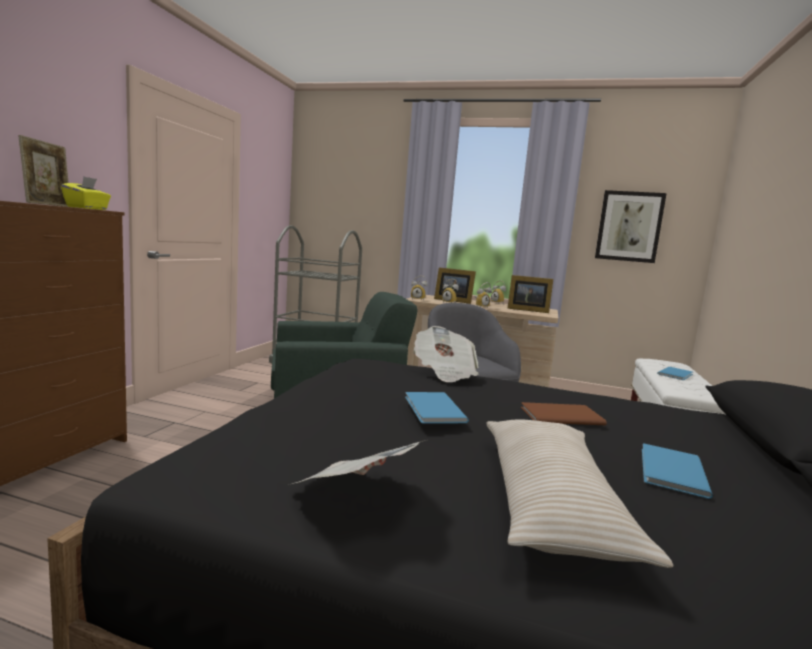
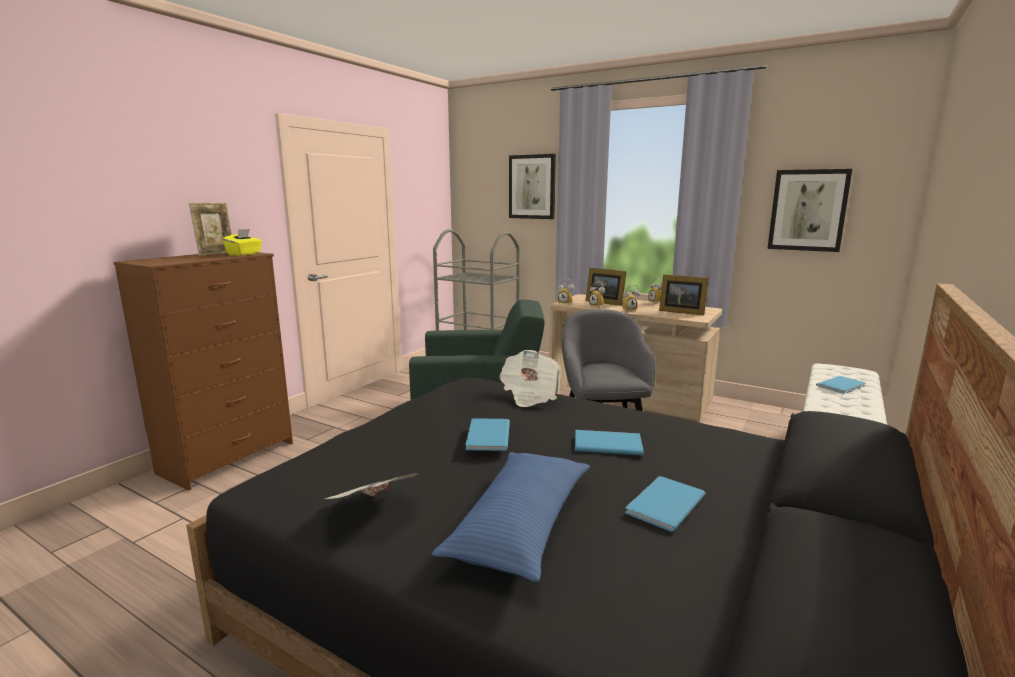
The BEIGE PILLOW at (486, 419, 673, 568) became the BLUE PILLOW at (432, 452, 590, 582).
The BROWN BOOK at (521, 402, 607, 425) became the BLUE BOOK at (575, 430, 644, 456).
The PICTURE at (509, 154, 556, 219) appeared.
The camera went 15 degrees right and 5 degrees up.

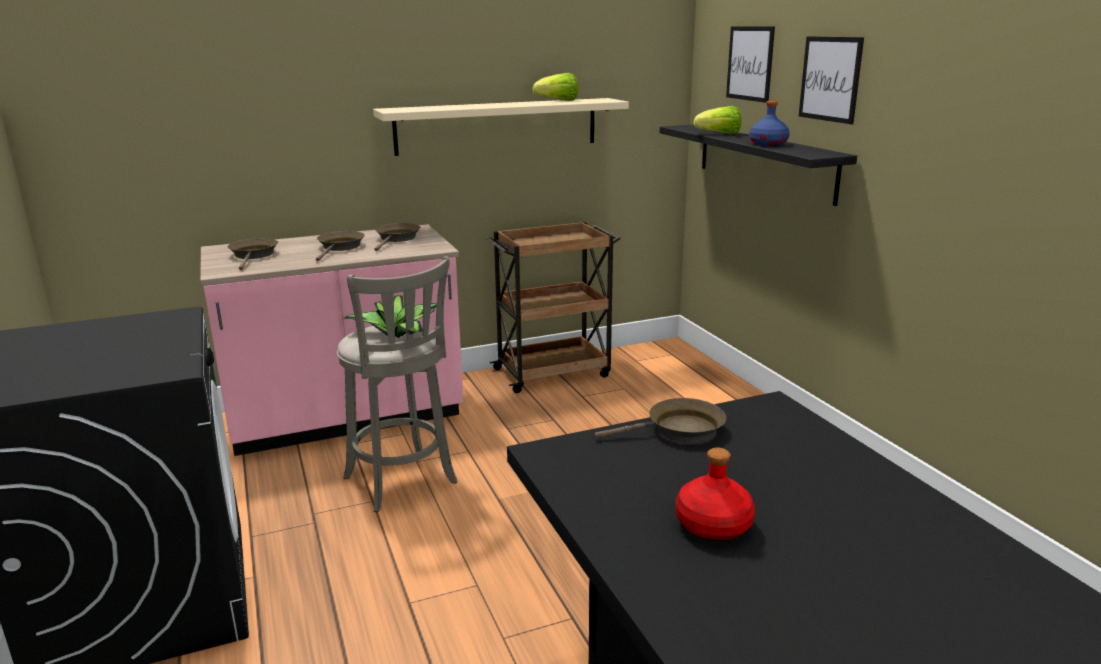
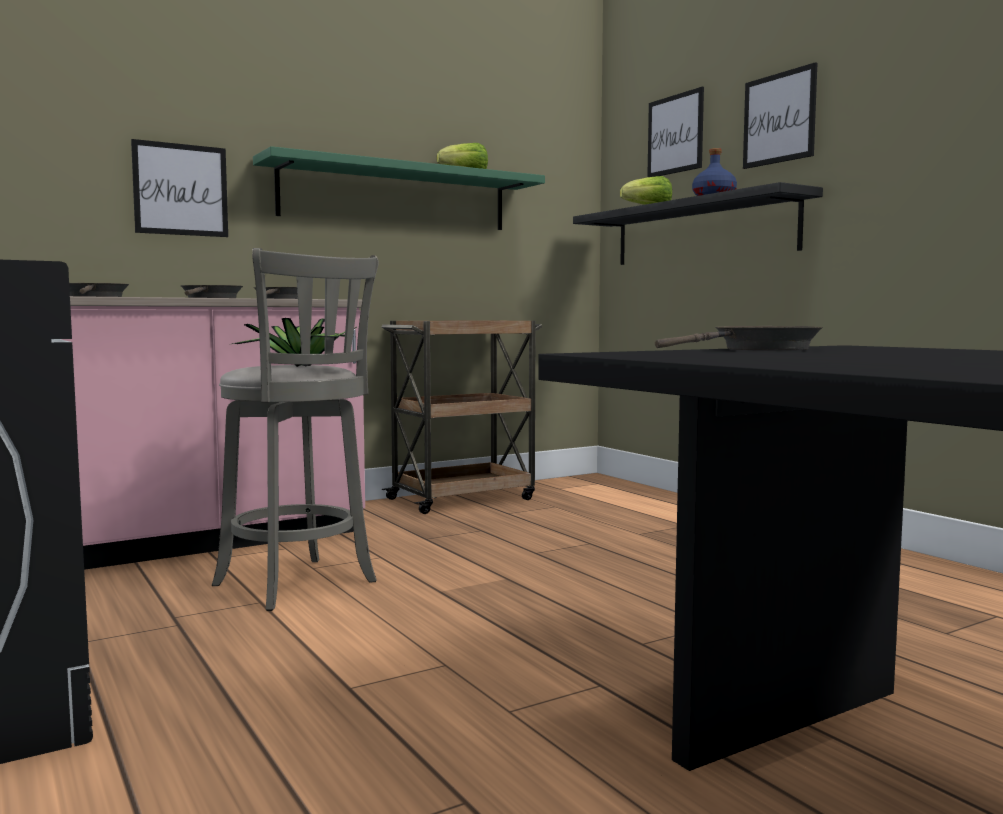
The BEIGE SHELF at (373, 98, 629, 156) became the GREEN SHELF at (253, 146, 545, 230).
The RED BOTTLE at (676, 448, 755, 541) disappeared.
The PICTURE at (131, 139, 228, 237) appeared.
The camera went 10 degrees left and 15 degrees down.

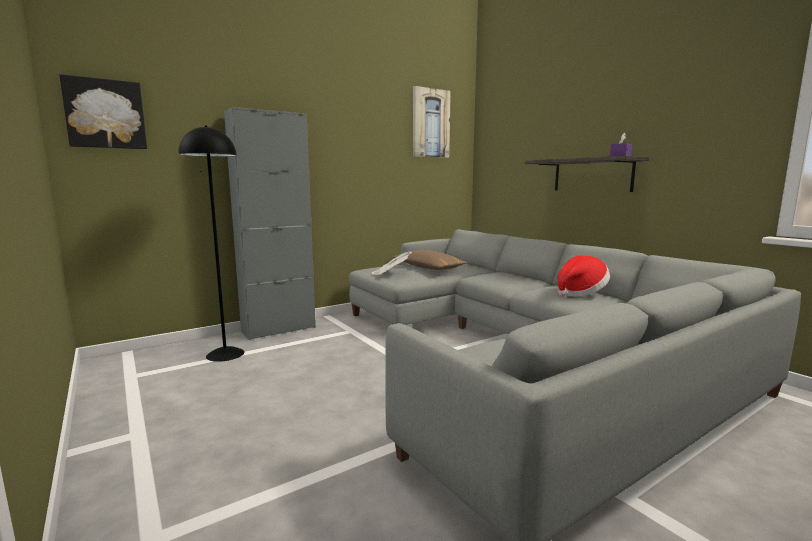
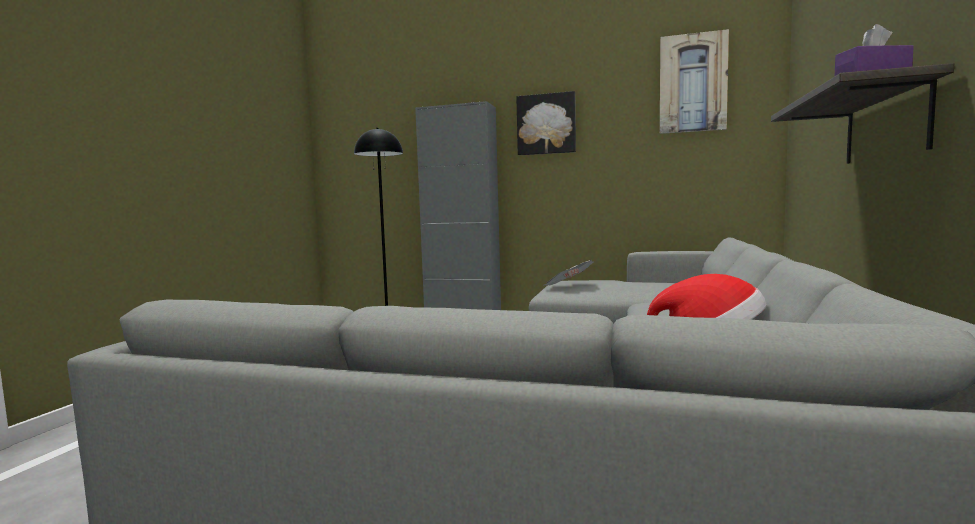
The PICTURE moved from (59, 74, 147, 149) to (516, 91, 576, 155).
The BROWN PILLOW at (392, 250, 467, 270) disappeared.
The camera went 50 degrees right and 5 degrees down.

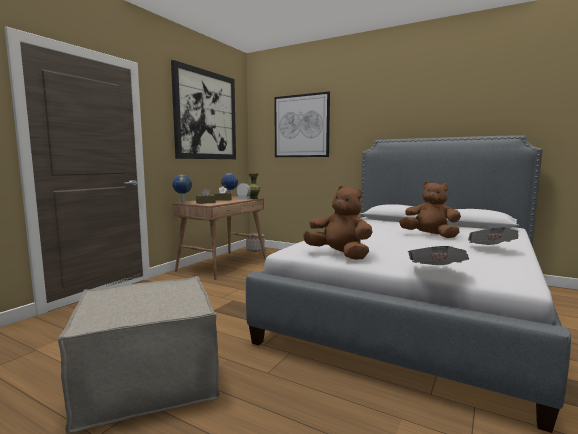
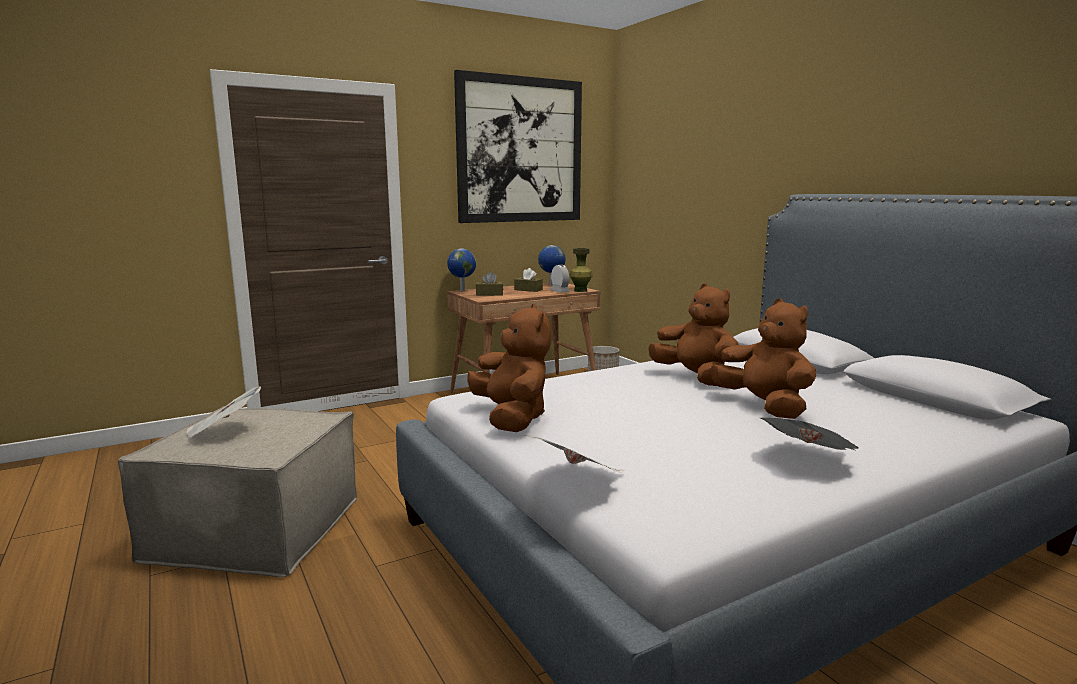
The PICTURE at (274, 92, 330, 157) disappeared.
The NEWSPAPER at (187, 386, 261, 439) appeared.
The BROWN PLUSH TOY at (648, 283, 739, 386) appeared.
The camera went 30 degrees right and 5 degrees up.

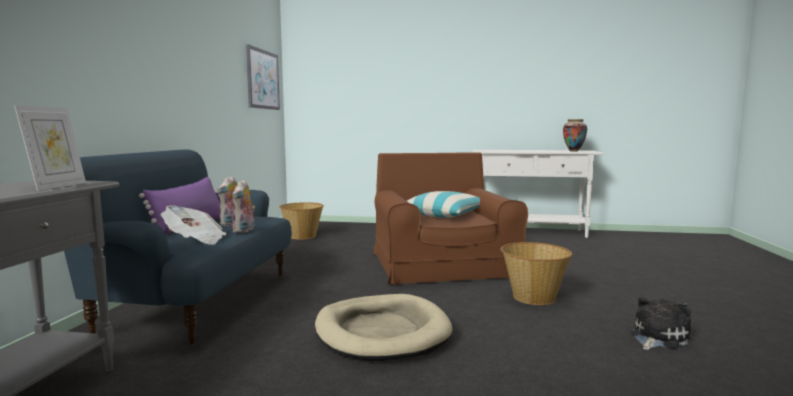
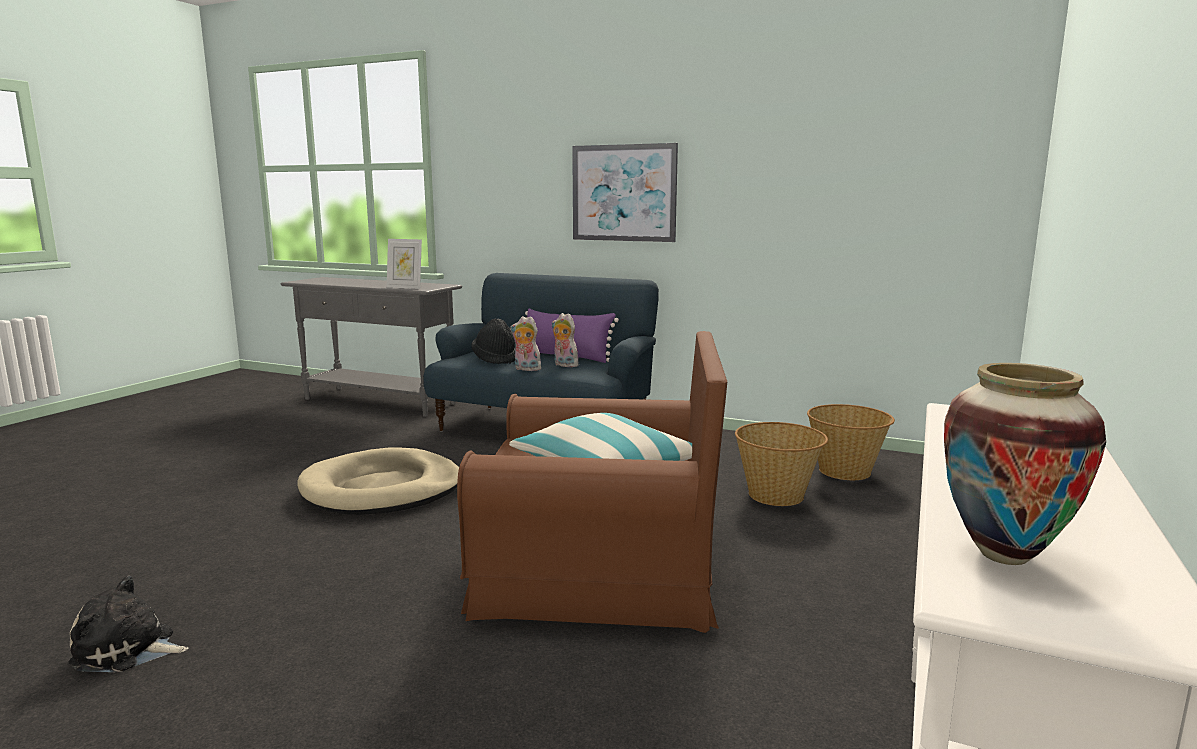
The NEWSPAPER at (161, 205, 226, 245) was replaced by the BLACK HAT at (471, 319, 515, 364).
The PICTURE moved from (246, 44, 280, 110) to (572, 143, 678, 242).
The BASKET moved from (500, 242, 572, 305) to (735, 422, 828, 506).
The PLUSH TOY at (630, 297, 691, 350) turned 120 degrees clockwise.
The camera went 105 degrees right and 5 degrees up.

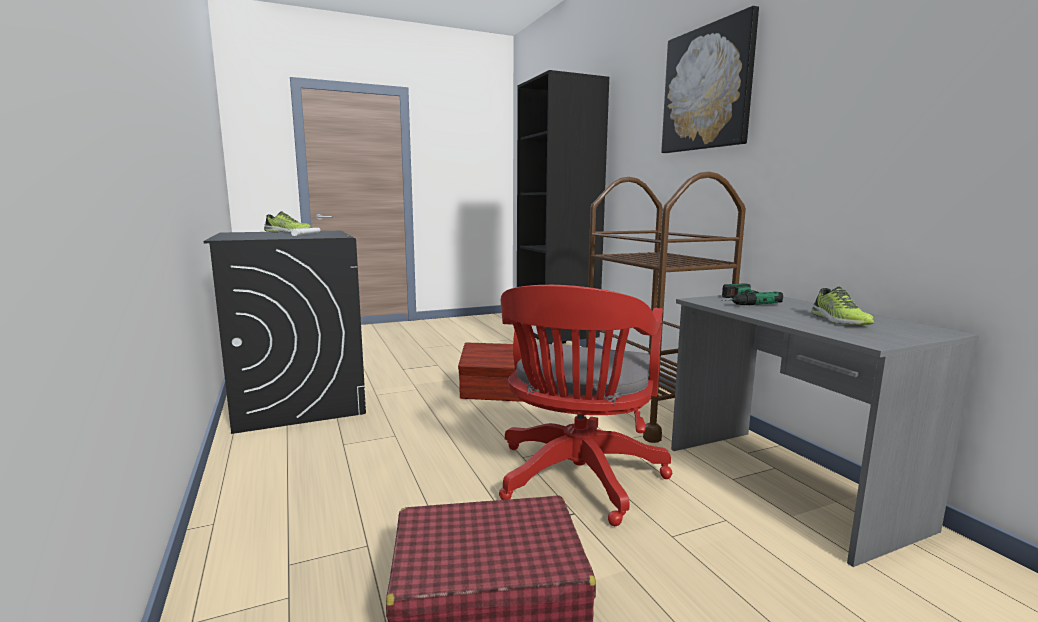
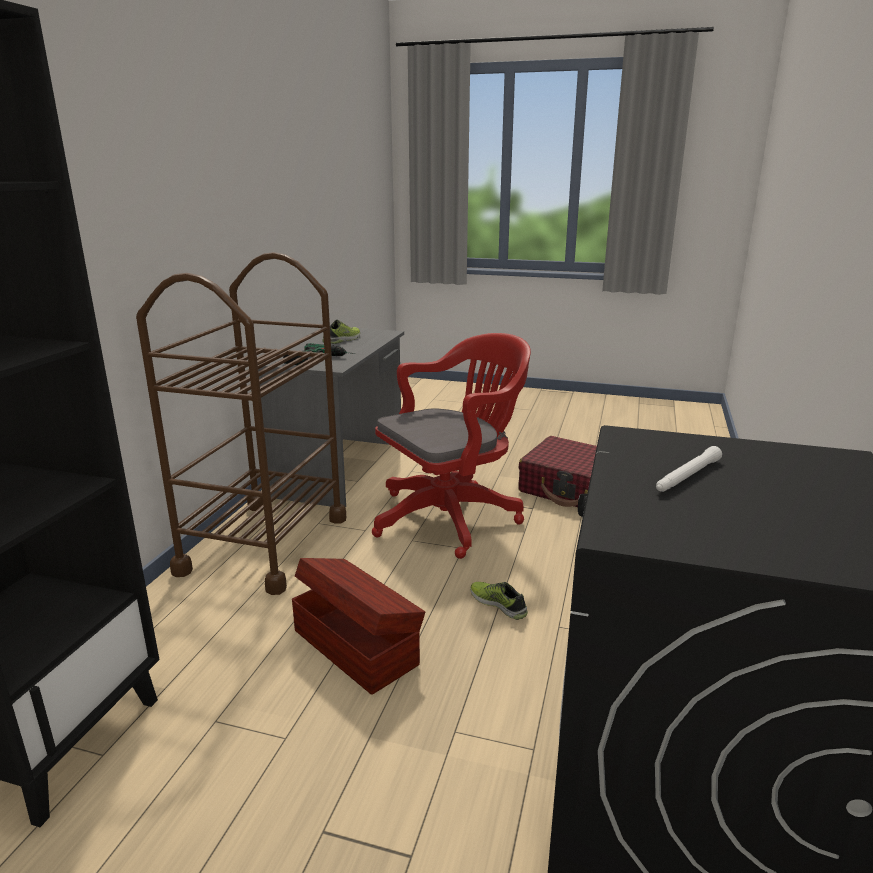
The SHOE moved from (264, 211, 311, 232) to (470, 582, 528, 620).
The PICTURE at (661, 6, 759, 153) disappeared.
The camera went 140 degrees left and 10 degrees up.

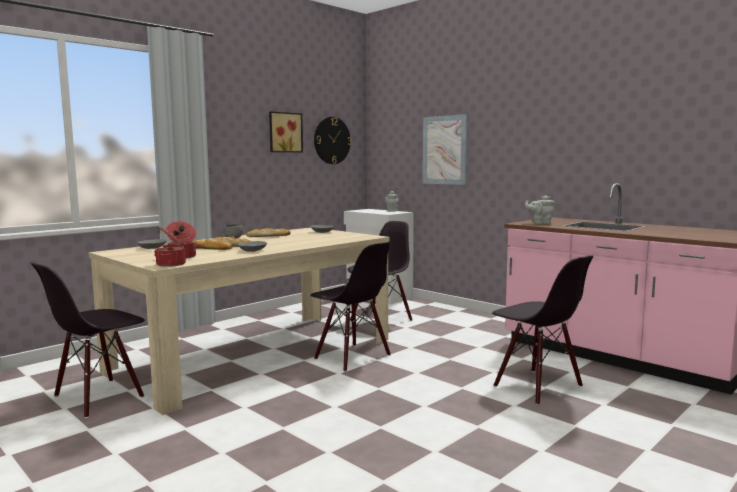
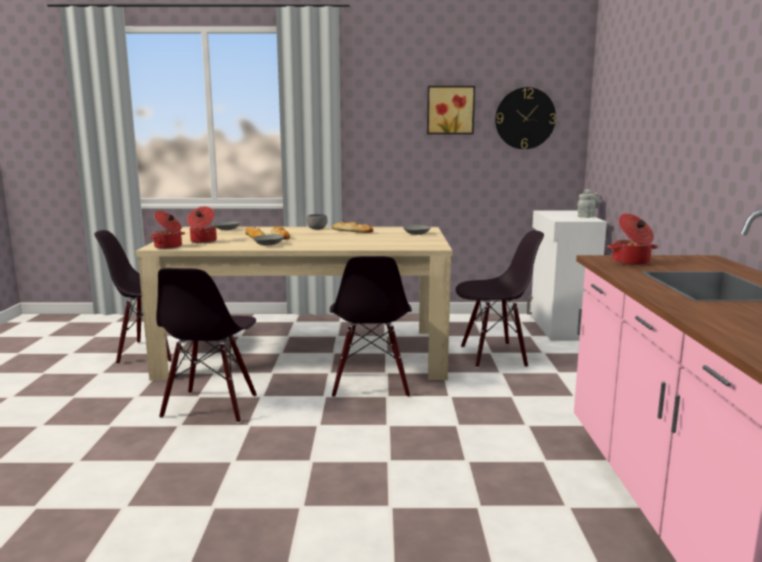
The PICTURE at (423, 114, 467, 185) disappeared.
The BLACK CHAIR moved from (492, 255, 593, 405) to (156, 268, 257, 423).
The GREY TEAPOT at (525, 195, 554, 224) was replaced by the COOKING POT at (607, 213, 658, 266).
The camera went 45 degrees right and 5 degrees up.

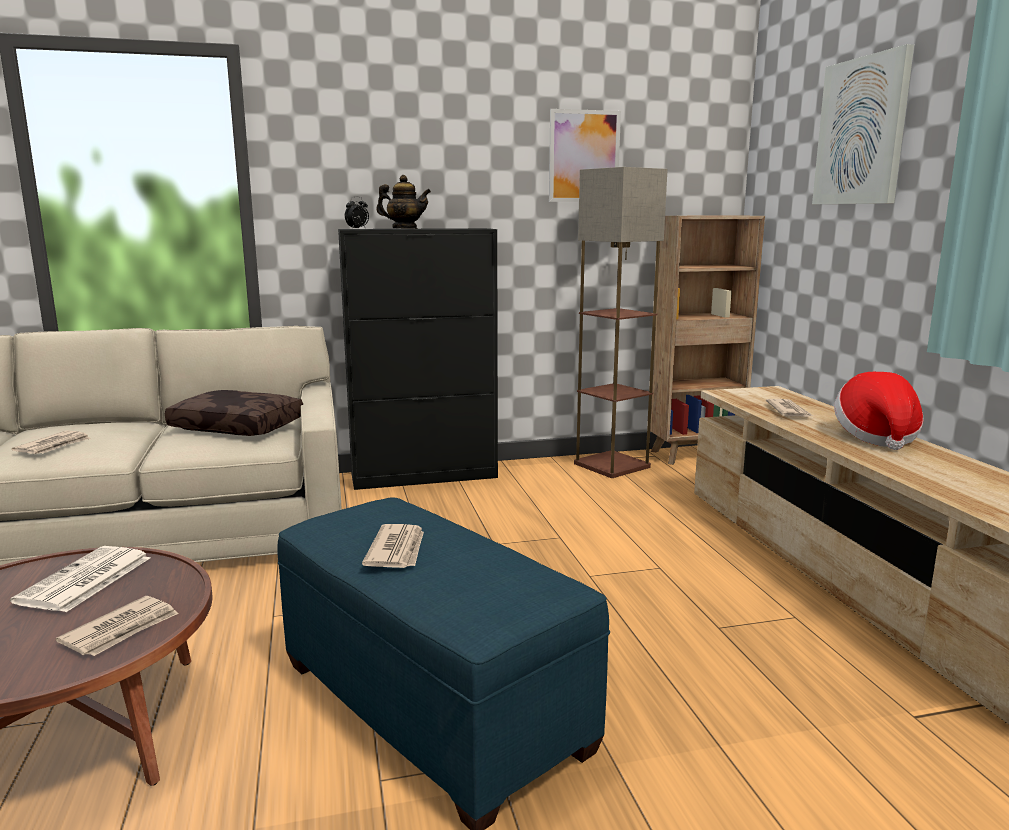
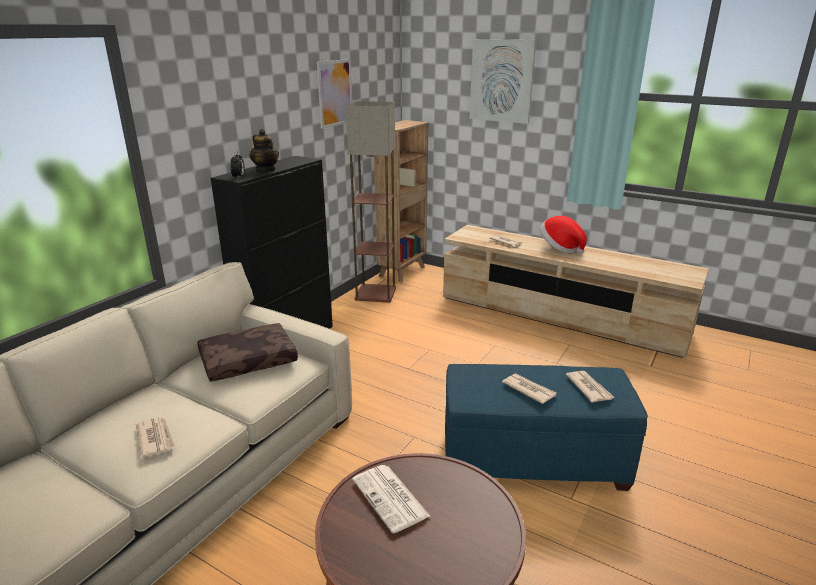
The NEWSPAPER moved from (56, 596, 179, 656) to (566, 371, 614, 402).
The TEAPOT at (376, 175, 431, 229) turned 90 degrees clockwise.
The camera went 45 degrees left and 10 degrees up.

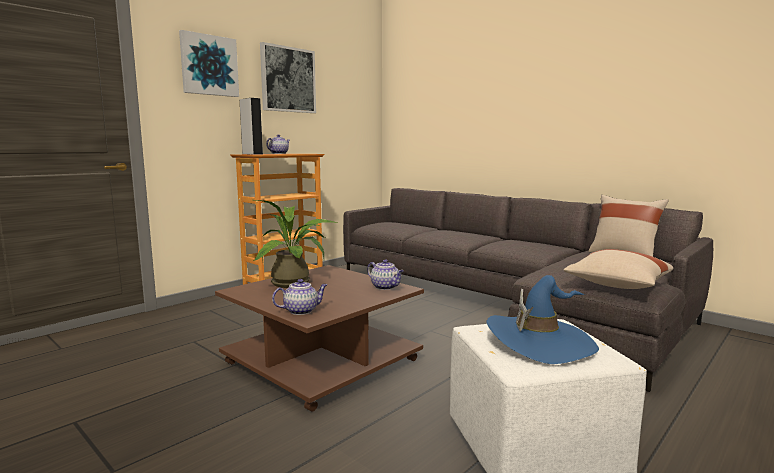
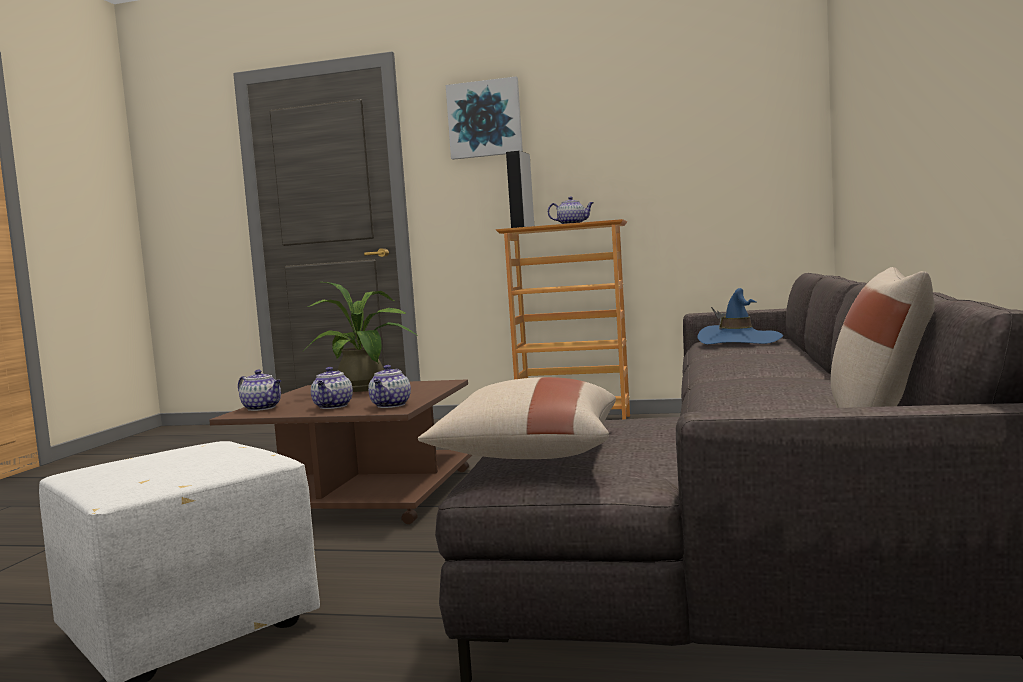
The PICTURE at (260, 42, 316, 113) disappeared.
The BLUE HAT moved from (487, 275, 599, 364) to (697, 288, 783, 344).
The TEAPOT at (311, 367, 353, 409) appeared.
The camera went 60 degrees right and 5 degrees down.

